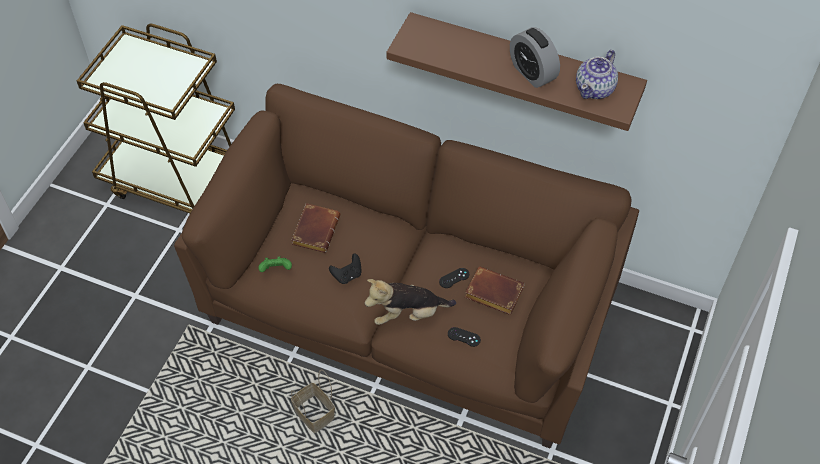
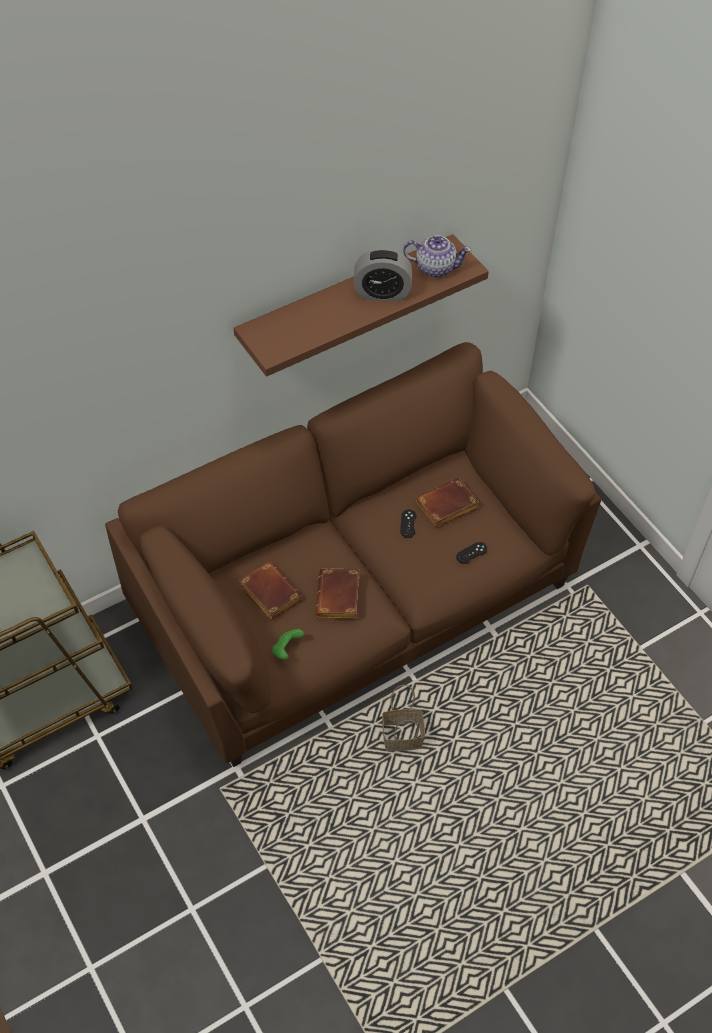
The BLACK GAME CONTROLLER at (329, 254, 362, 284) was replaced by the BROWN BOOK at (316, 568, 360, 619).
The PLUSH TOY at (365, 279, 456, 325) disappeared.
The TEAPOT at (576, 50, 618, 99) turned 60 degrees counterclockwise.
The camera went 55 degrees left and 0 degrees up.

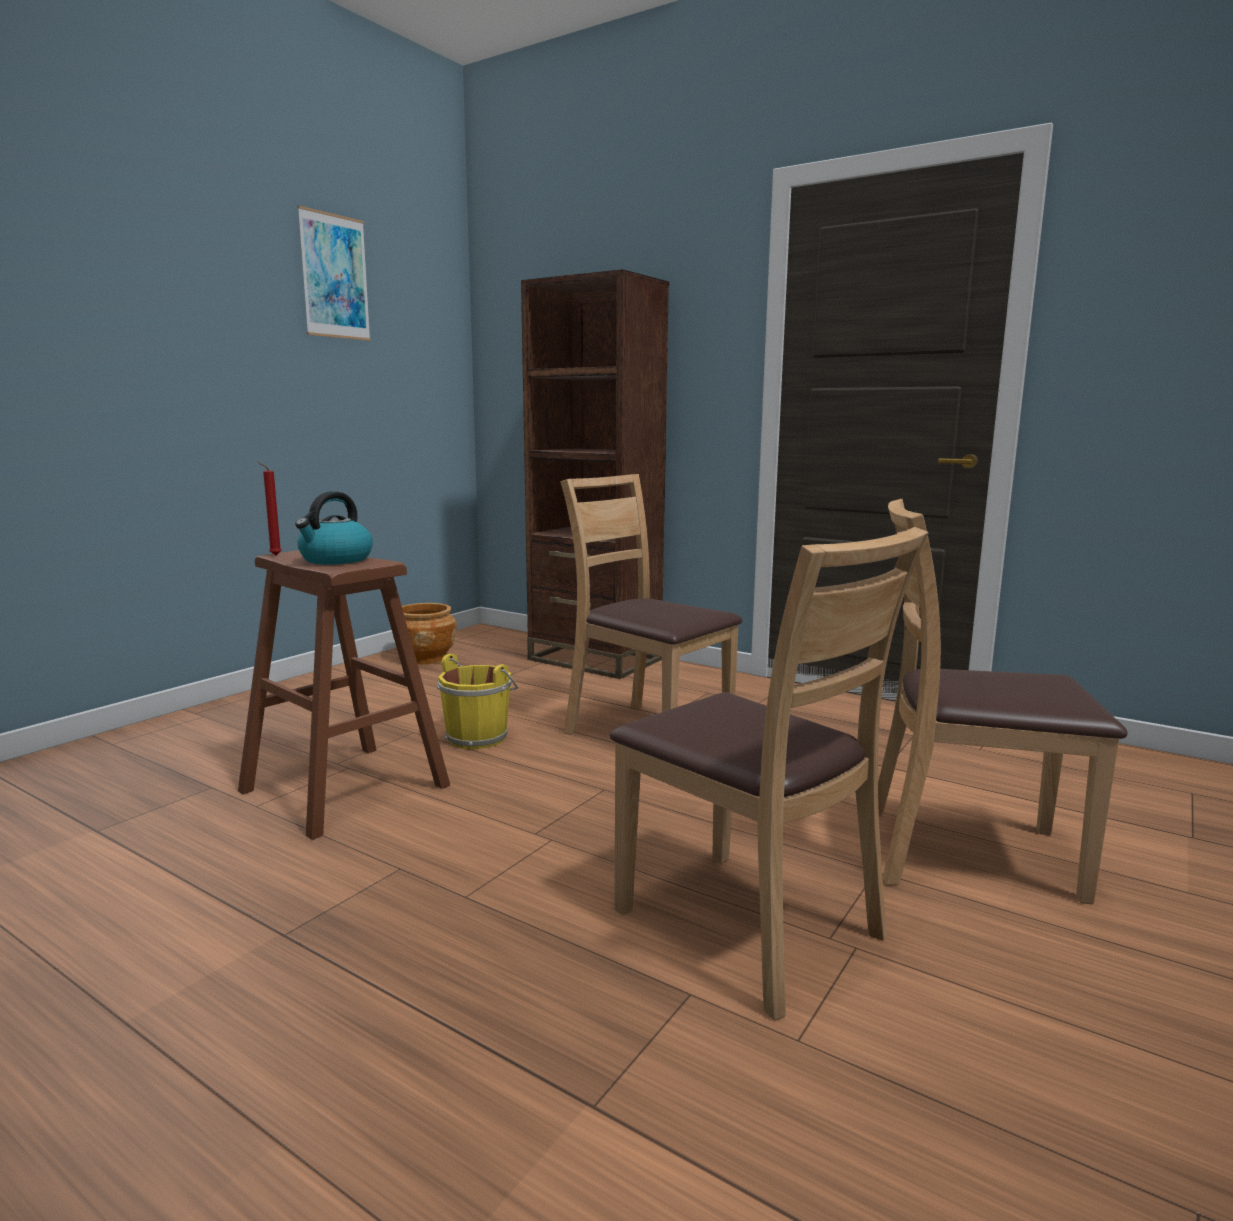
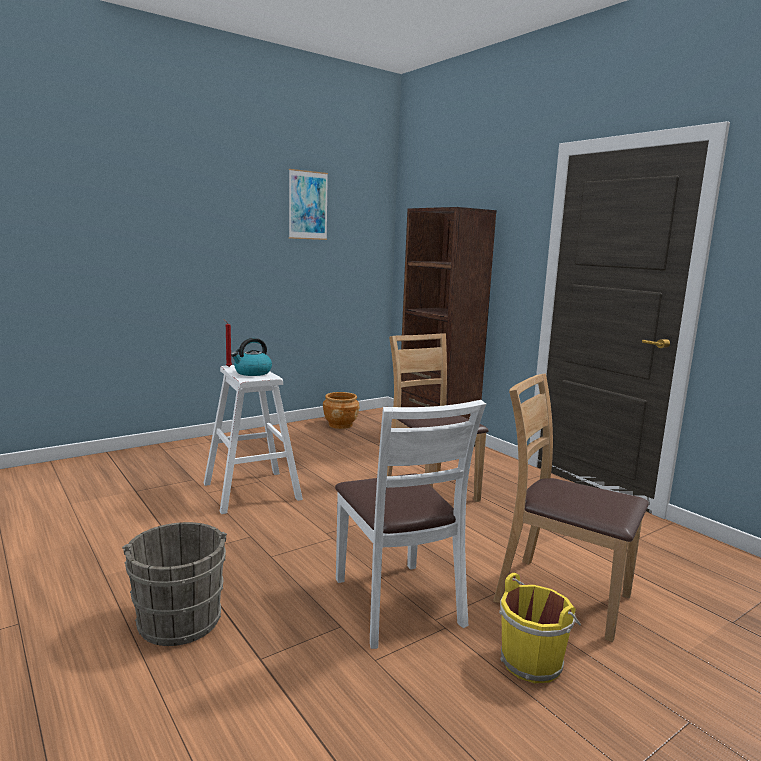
The BROWN STOOL at (238, 550, 450, 840) became the WHITE STOOL at (203, 365, 303, 514).
The YELLOW BUCKET moved from (437, 654, 518, 749) to (499, 573, 581, 683).
The BROWN CHAIR at (610, 527, 928, 1021) became the WHITE CHAIR at (335, 400, 486, 649).
The GREY BUCKET at (122, 522, 227, 646) appeared.
The camera went 20 degrees right and 0 degrees up.

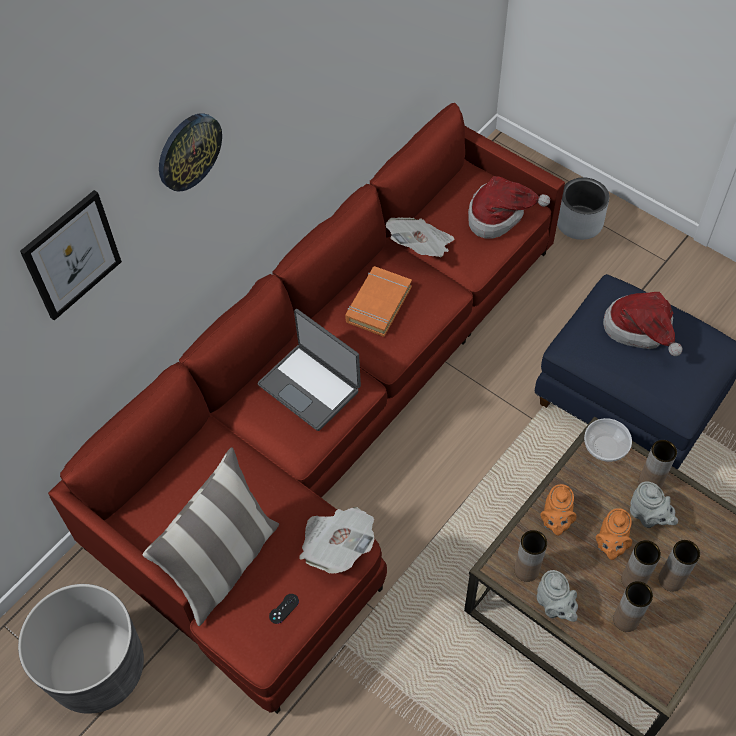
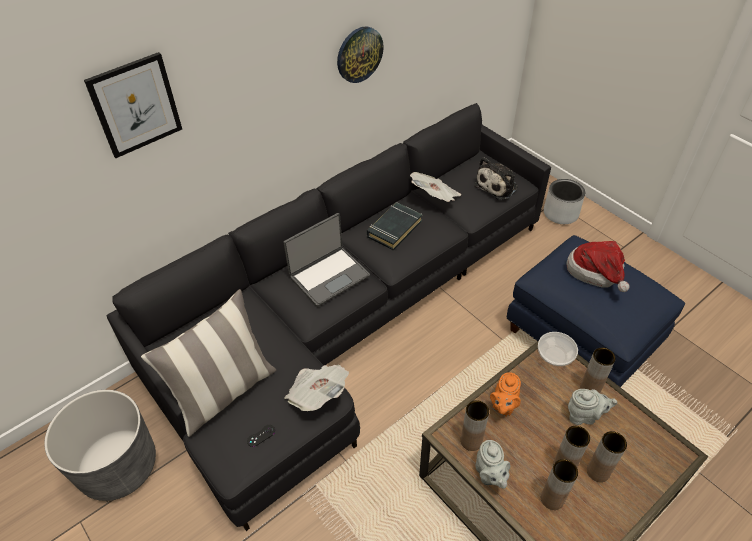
The RED SOFA at (48, 102, 565, 714) became the BLACK SOFA at (106, 103, 551, 531).
The WALL CLOCK moved from (159, 113, 222, 192) to (337, 26, 384, 83).
The LAPTOP at (257, 309, 361, 431) turned 90 degrees counterclockwise.
The ORANGE BOOK at (345, 266, 412, 337) became the BLACK BOOK at (367, 202, 422, 250).
The HAT at (468, 176, 550, 239) was replaced by the PLUSH TOY at (474, 157, 518, 200).
The ORANGE TEAPOT at (596, 508, 632, 560) disappeared.
The GREY TEAPOT at (630, 481, 678, 528) turned 60 degrees counterclockwise.
The camera went 10 degrees right and 10 degrees down.

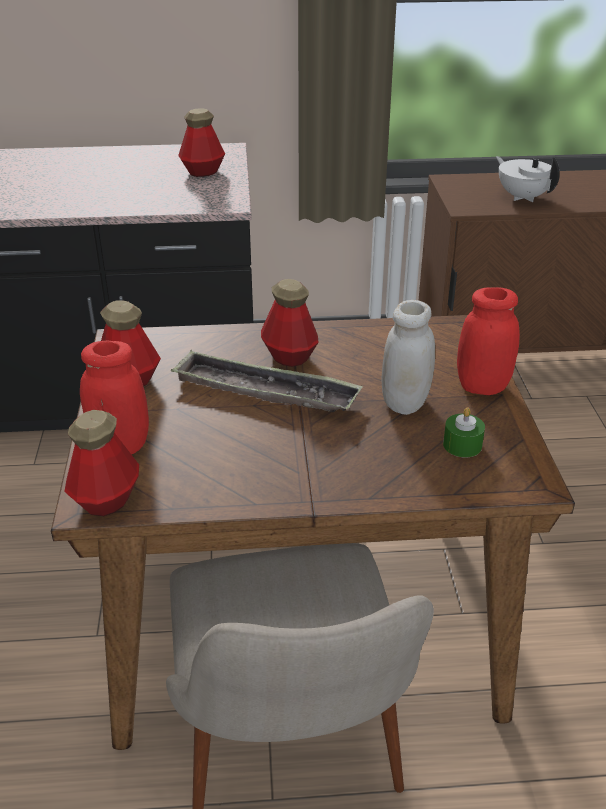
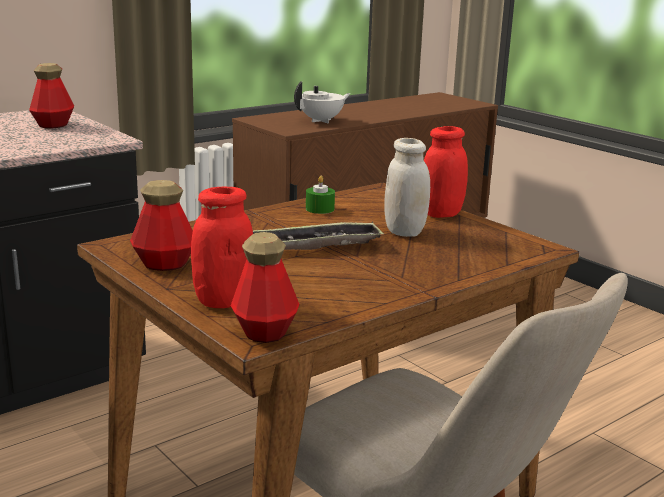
The BOTTLE at (261, 279, 319, 367) disappeared.
The GREEN CANDLE moved from (443, 407, 485, 458) to (306, 176, 335, 214).
The WHITE TEAPOT at (496, 156, 560, 202) turned 120 degrees clockwise.
The camera went 35 degrees left and 15 degrees down.

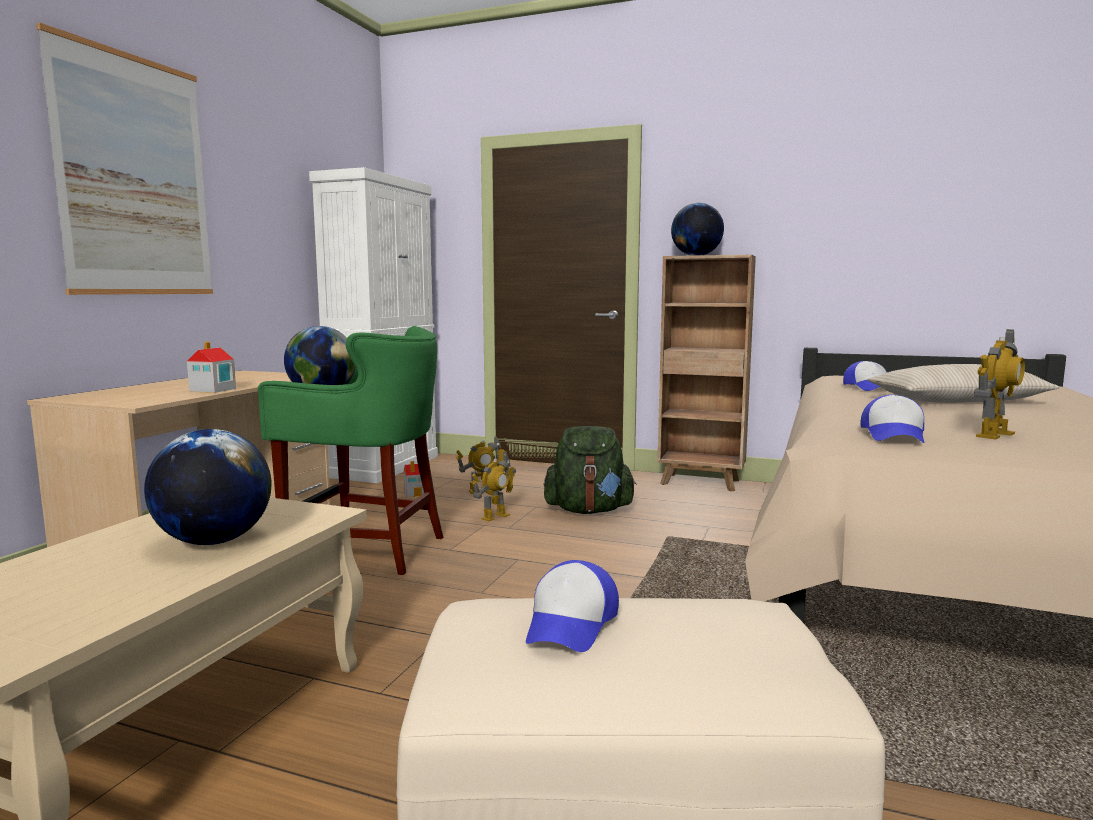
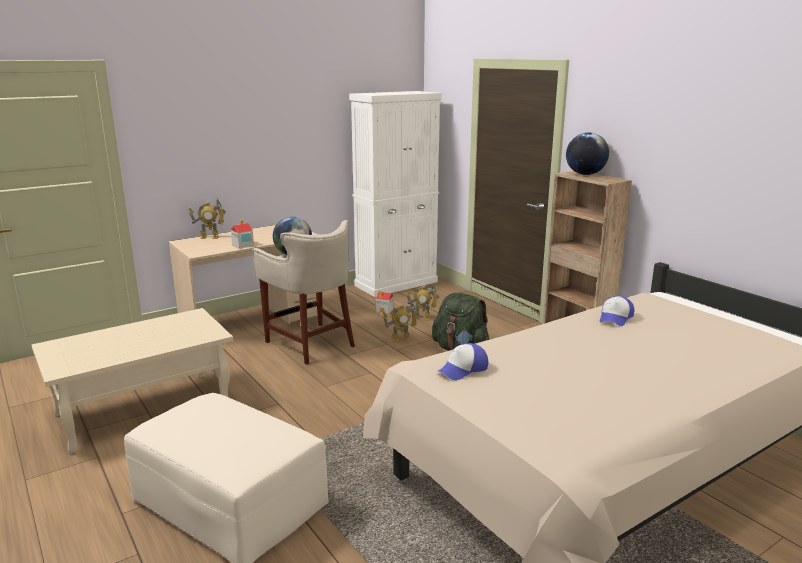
The PICTURE at (36, 23, 213, 295) disappeared.
The GLOBE at (144, 429, 272, 545) disappeared.
The GREEN STOOL at (258, 326, 443, 575) became the BEIGE STOOL at (252, 220, 355, 365).
The CAP at (526, 560, 619, 652) disappeared.
The BEIGE PILLOW at (867, 364, 1060, 403) disappeared.
The TOY ROBOT moved from (974, 329, 1025, 440) to (189, 199, 226, 239).
The camera went 35 degrees right and 10 degrees up.

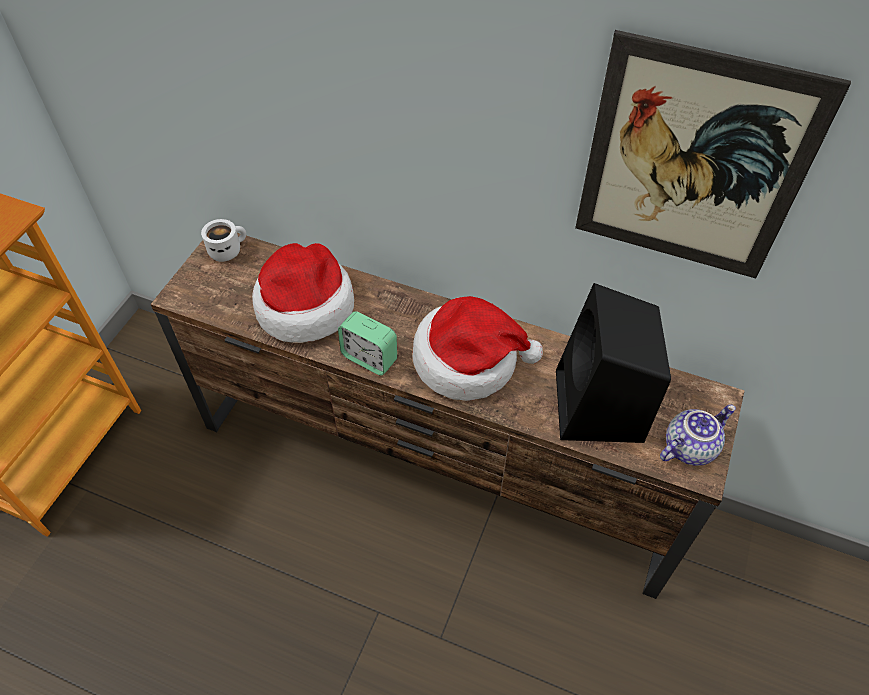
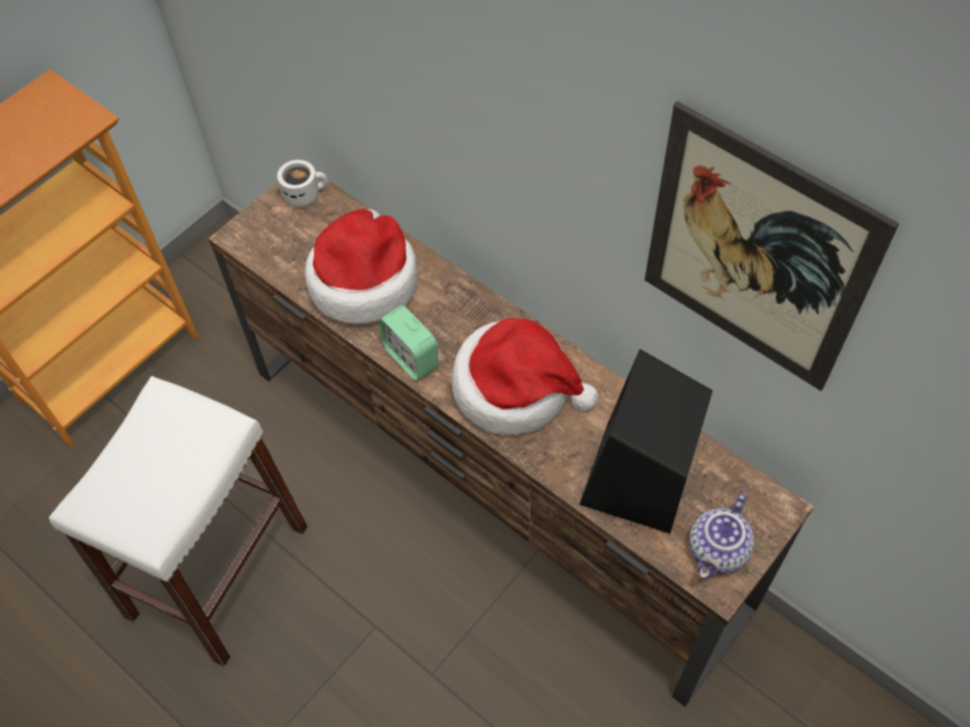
The TEAPOT at (660, 404, 736, 466) turned 135 degrees clockwise.
The WHITE STOOL at (49, 376, 308, 667) appeared.
The camera went 20 degrees right and 5 degrees up.

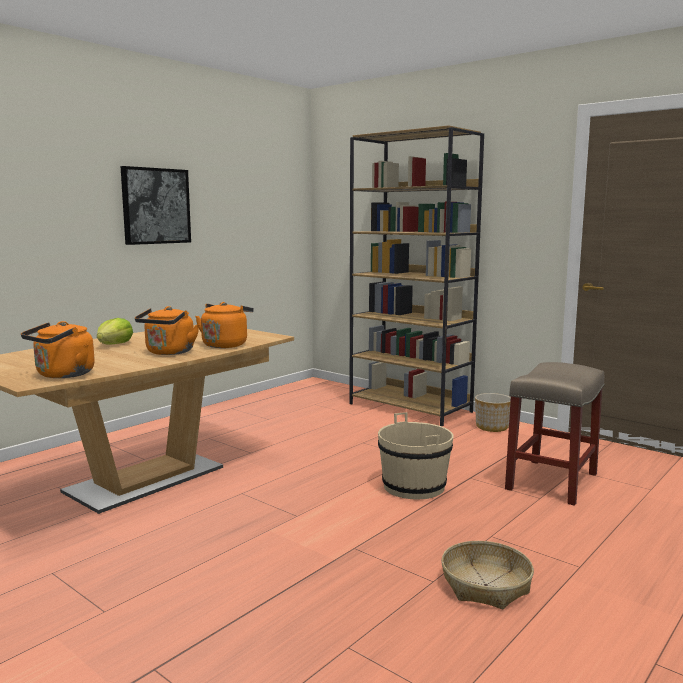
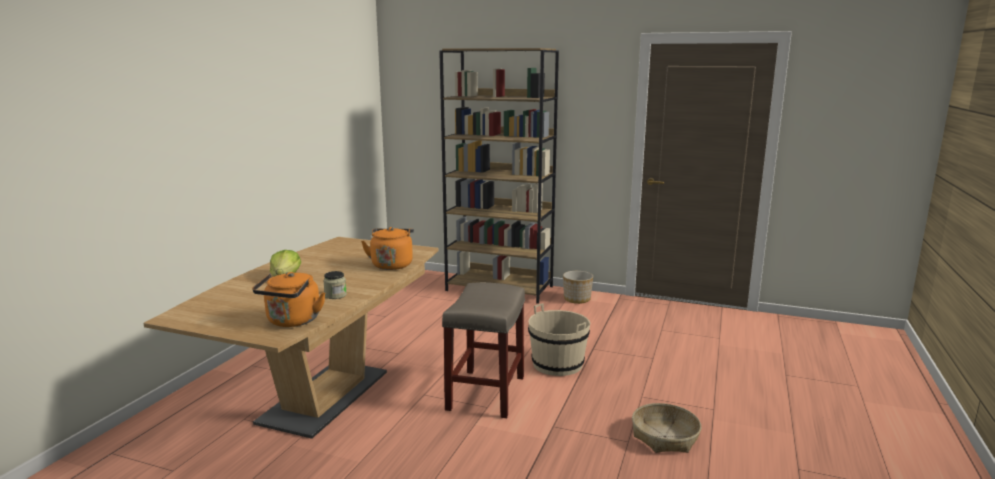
The PICTURE at (120, 166, 191, 245) disappeared.
The ORANGE KETTLE at (135, 306, 199, 355) disappeared.
The BEIGE STOOL moved from (505, 362, 605, 506) to (442, 282, 525, 418).
The JAR at (323, 271, 347, 299) appeared.
The camera went 20 degrees left and 5 degrees up.

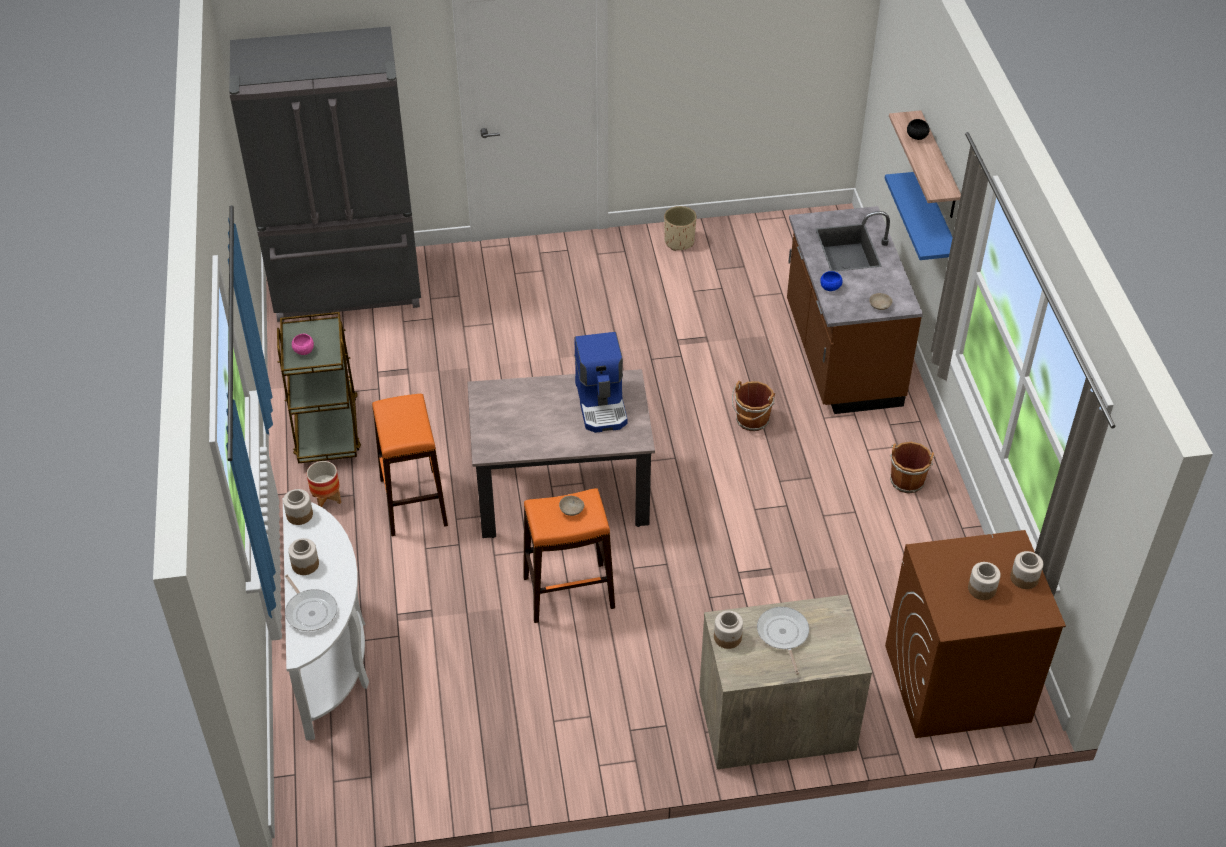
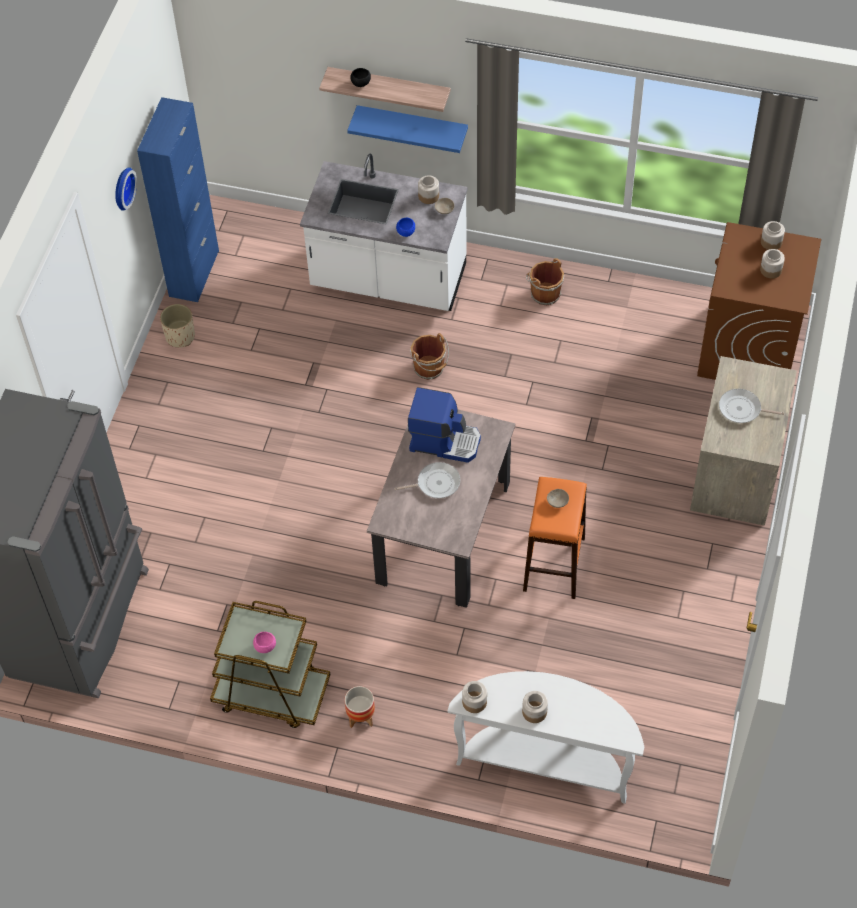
The FRYING PAN moved from (285, 575, 337, 631) to (395, 462, 460, 498).
The ORANGE STOOL at (372, 394, 448, 536) disappeared.
The JAR moved from (714, 611, 743, 649) to (418, 176, 439, 204).
The BROWN COUNTER at (787, 206, 923, 414) became the WHITE COUNTER at (300, 154, 468, 311).
The WALL CLOCK at (115, 167, 137, 211) appeared.
The BLUE CABINET at (137, 97, 219, 302) appeared.
The camera went 65 degrees left and 10 degrees up.

